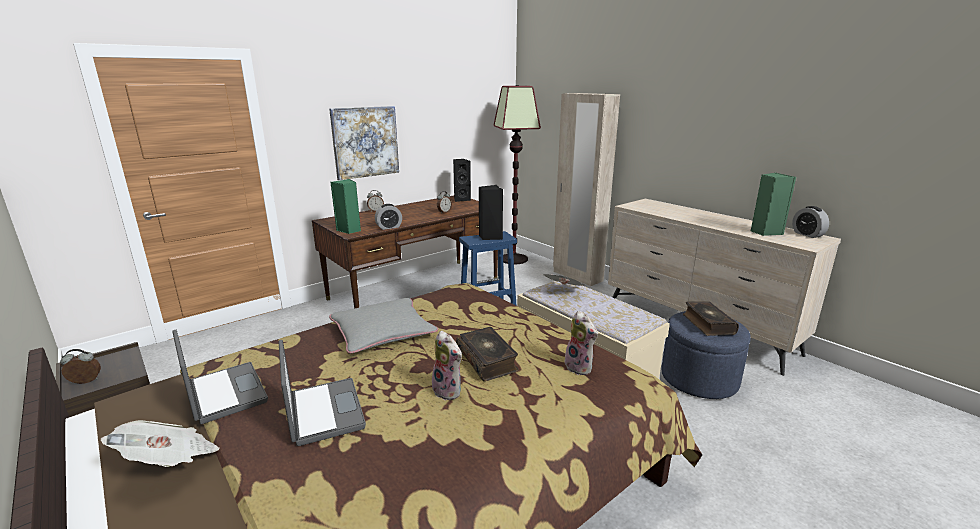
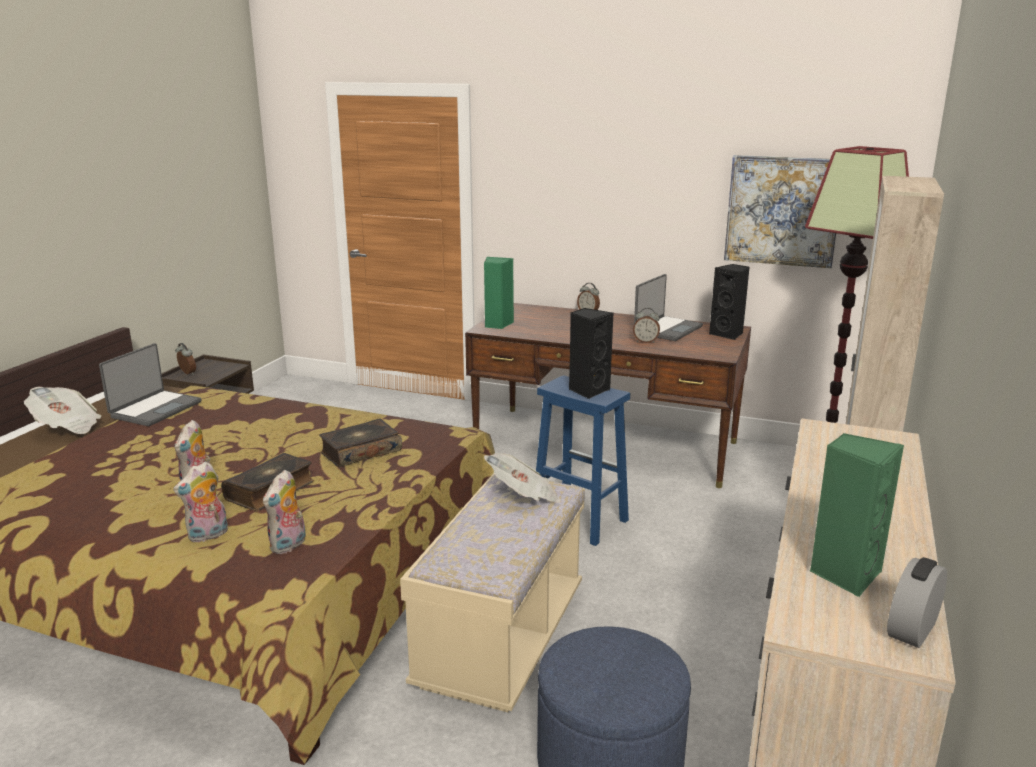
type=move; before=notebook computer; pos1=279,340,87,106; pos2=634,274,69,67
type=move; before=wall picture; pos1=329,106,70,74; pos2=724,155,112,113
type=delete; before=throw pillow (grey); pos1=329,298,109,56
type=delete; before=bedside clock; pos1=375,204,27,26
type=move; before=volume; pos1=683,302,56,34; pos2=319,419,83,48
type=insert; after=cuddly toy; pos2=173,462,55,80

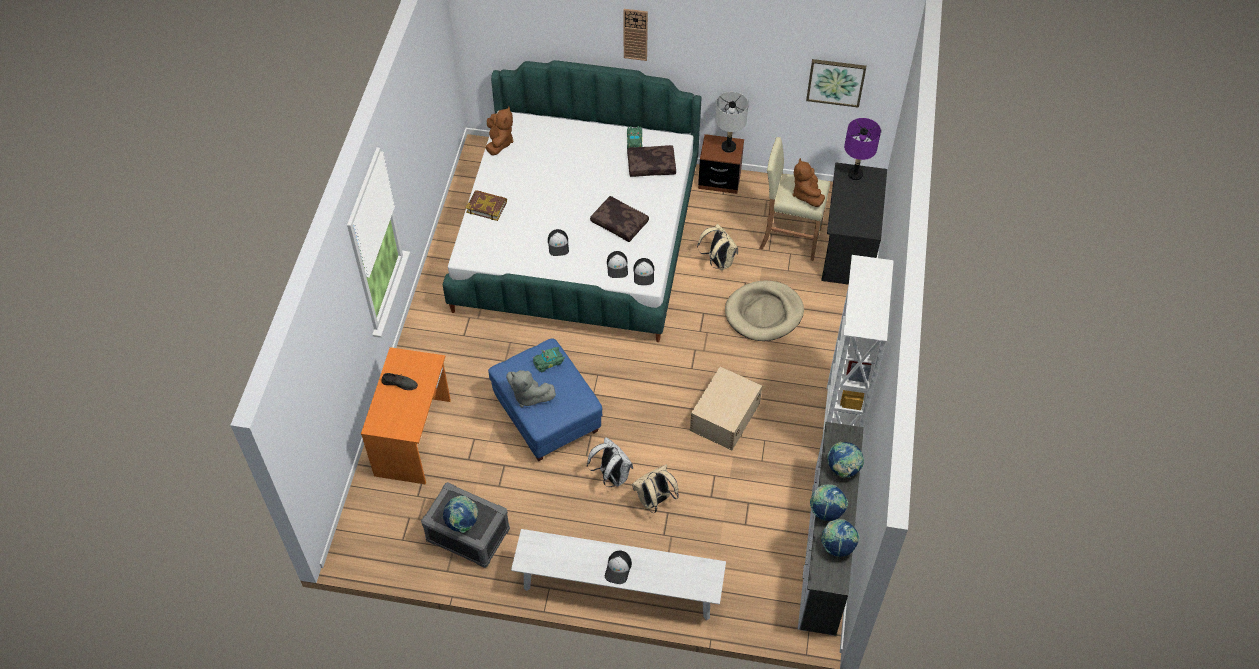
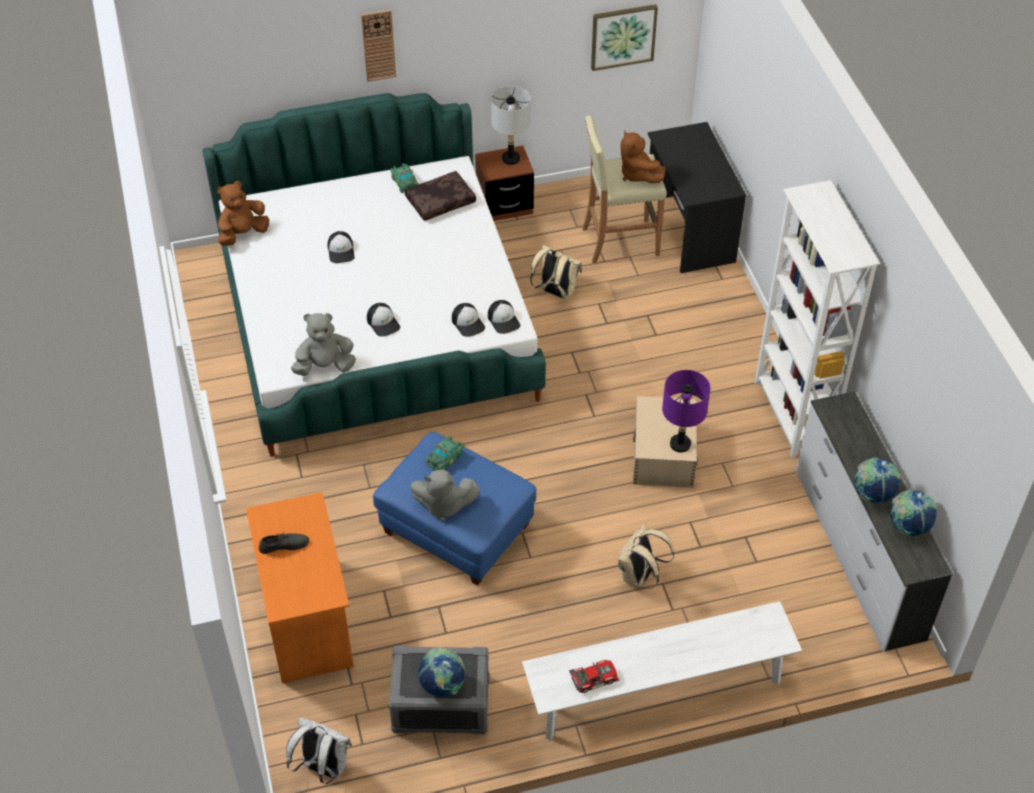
type=delete; before=volume; pos1=466,190,41,31
type=rotate; before=cuddly toy (brown); pos1=486,107,28,49; pos2=217,181,52,65; turn=-105
type=move; before=backpack (whitish); pos1=587,437,46,50; pos2=286,717,66,67
type=delete; before=throw pillow (brown); pos1=590,196,59,46
type=move; before=baseball cap; pos1=605,551,27,33; pos2=327,231,28,32
type=delete; before=dog cushion (sand-coloured); pos1=725,280,79,61
type=delete; before=globe; pos1=827,442,37,36
type=move; before=table lamp (purplish); pos1=844,118,37,62; pos2=662,370,49,83
type=insert; after=cuddly toy (grey); pos2=291,313,65,63
type=insert; after=toy car; pos2=569,660,51,33

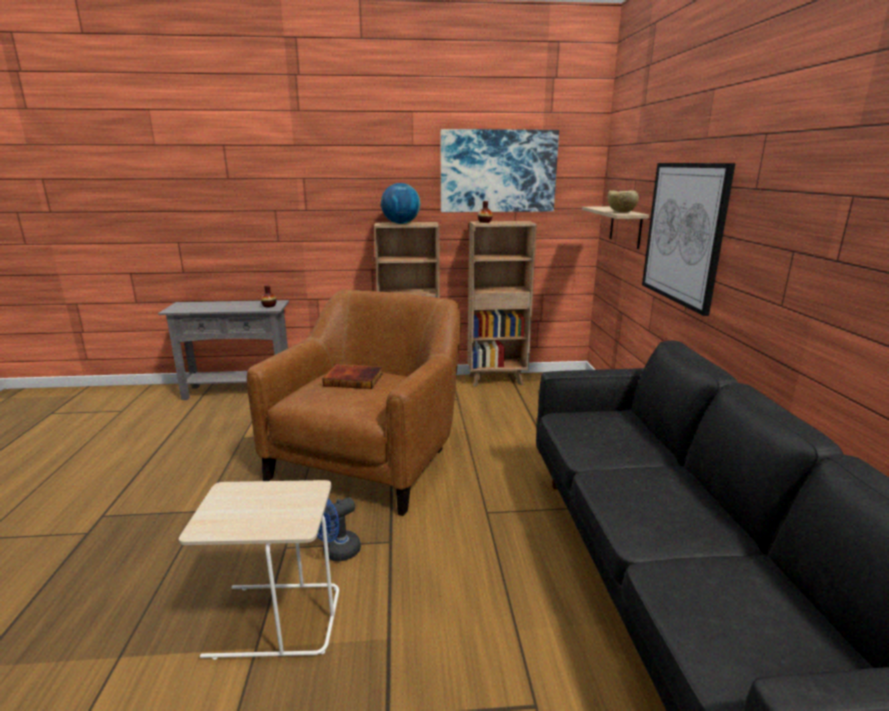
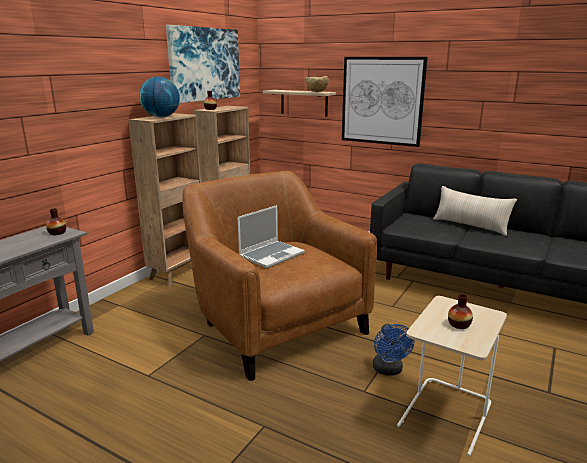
type=replace; before=volume; after=notebook computer; pos1=322,364,61,25; pos2=238,205,67,63
type=insert; after=throw pillow (sand-coloured); pos2=433,186,84,50
type=insert; after=decorative vase; pos2=448,294,25,35

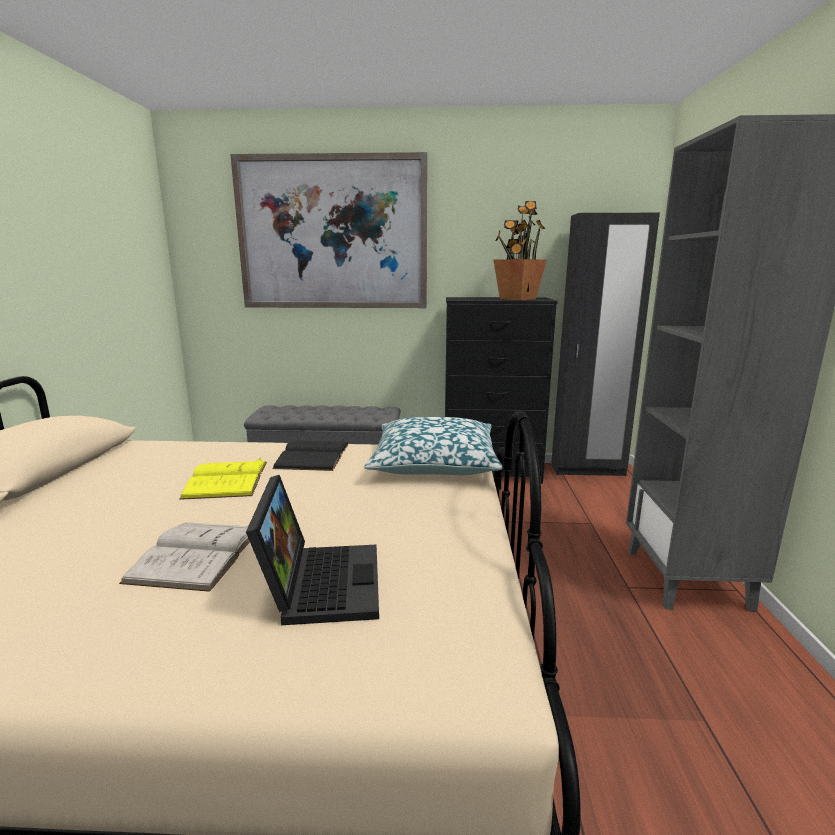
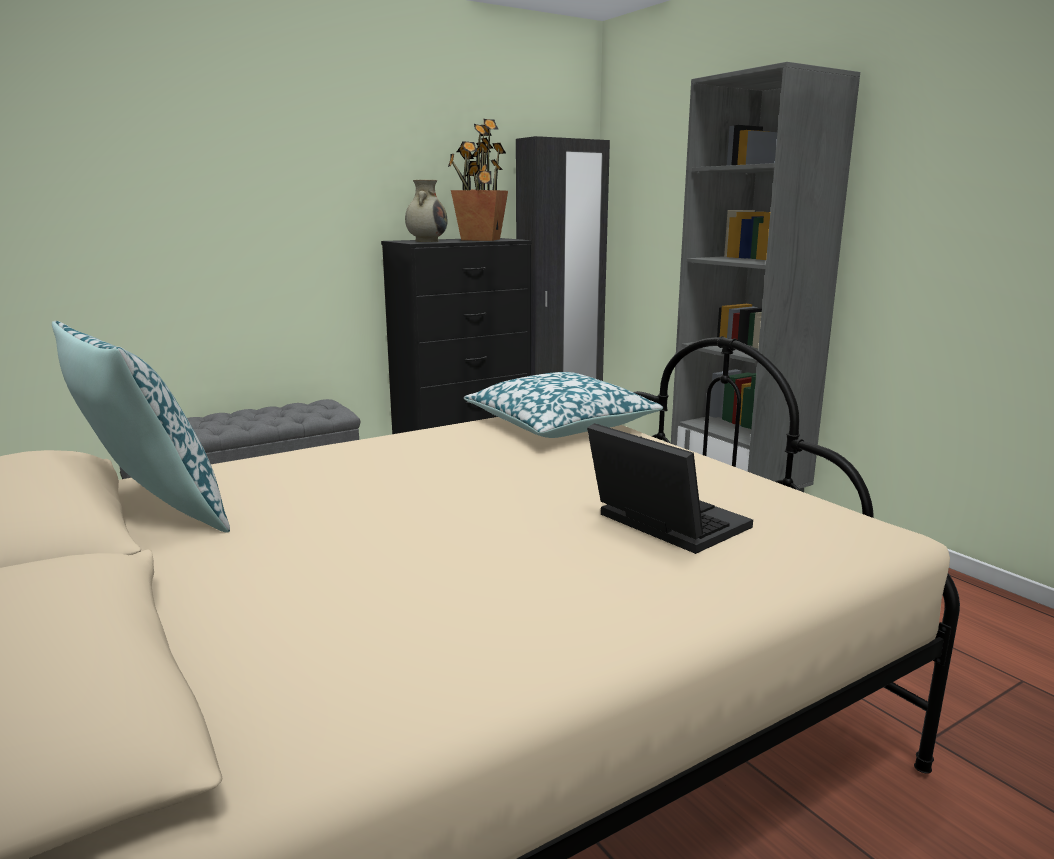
type=delete; before=volume (whitish); pos1=119,522,131,70
type=delete; before=volume (yellow); pos1=179,458,88,42
type=delete; before=wall picture; pos1=230,152,198,156
type=delete; before=volume (black-coloured); pos1=272,438,77,33
type=insert; after=throw pillow; pos2=52,321,178,212
type=insert; after=decorative vase (sand-coloured); pos2=405,180,43,62

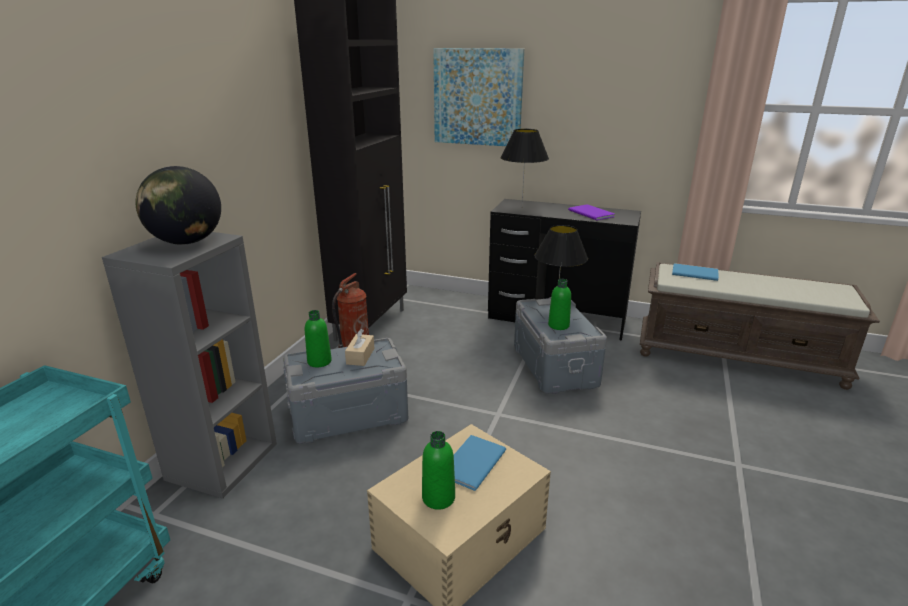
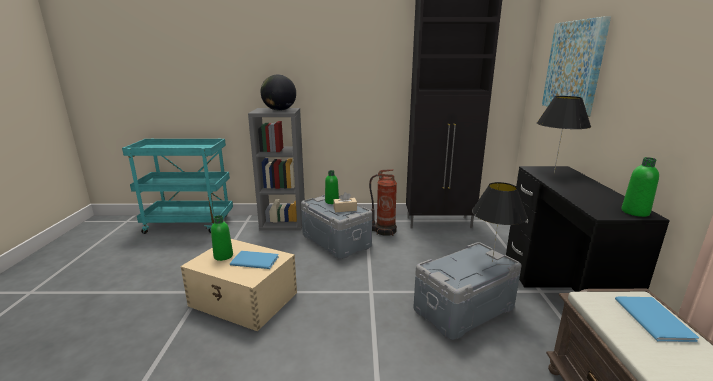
type=move; before=drink bottle (greenish); pos1=548,279,23,51; pos2=622,157,37,60
type=delete; before=volume (purplish); pos1=568,204,47,16

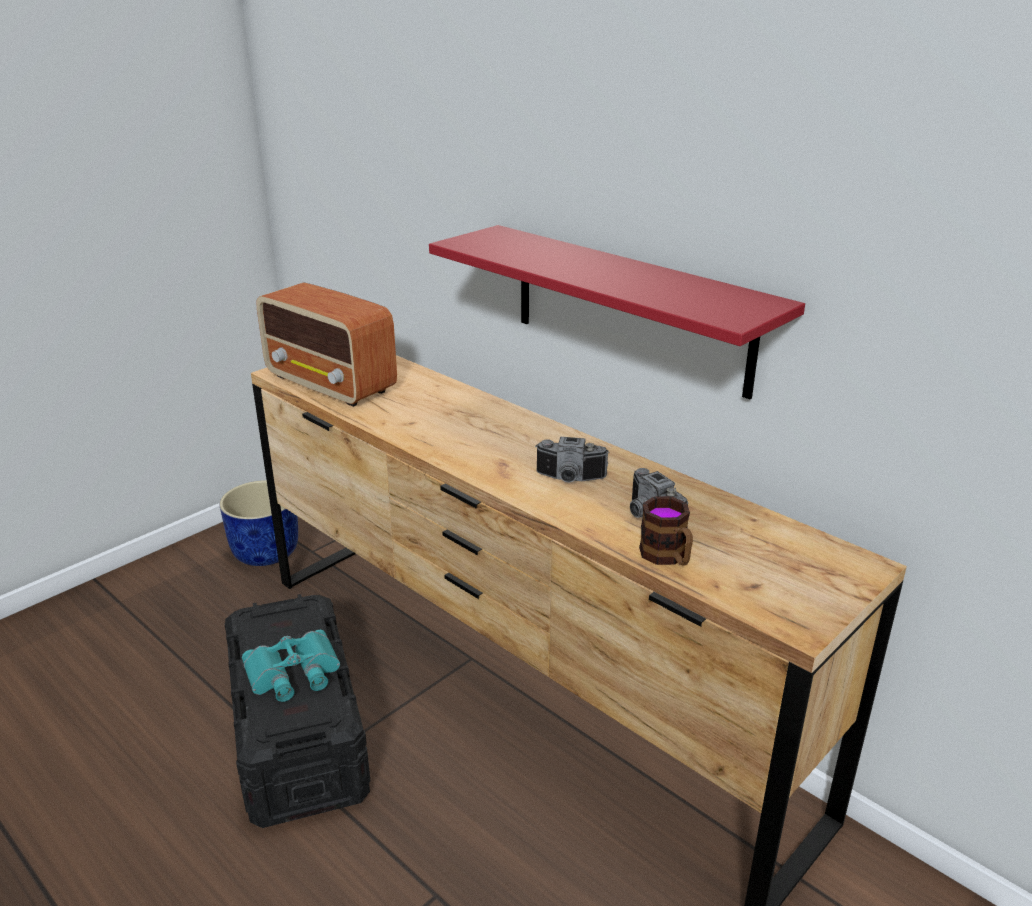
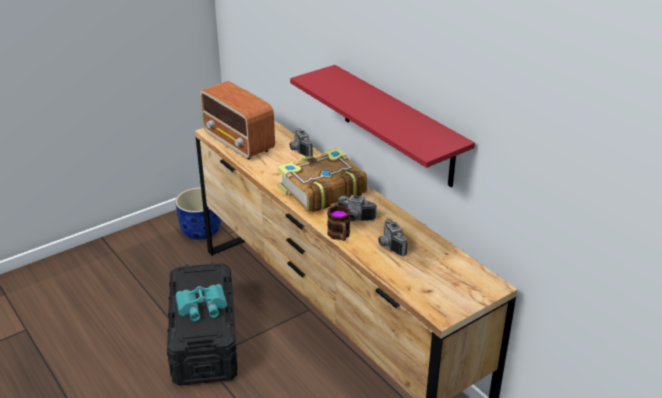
type=move; before=mug; pos1=639,496,54,69; pos2=327,205,23,36
type=insert; after=volume; pos2=278,148,89,64
type=insert; after=photo camera; pos2=290,128,23,29

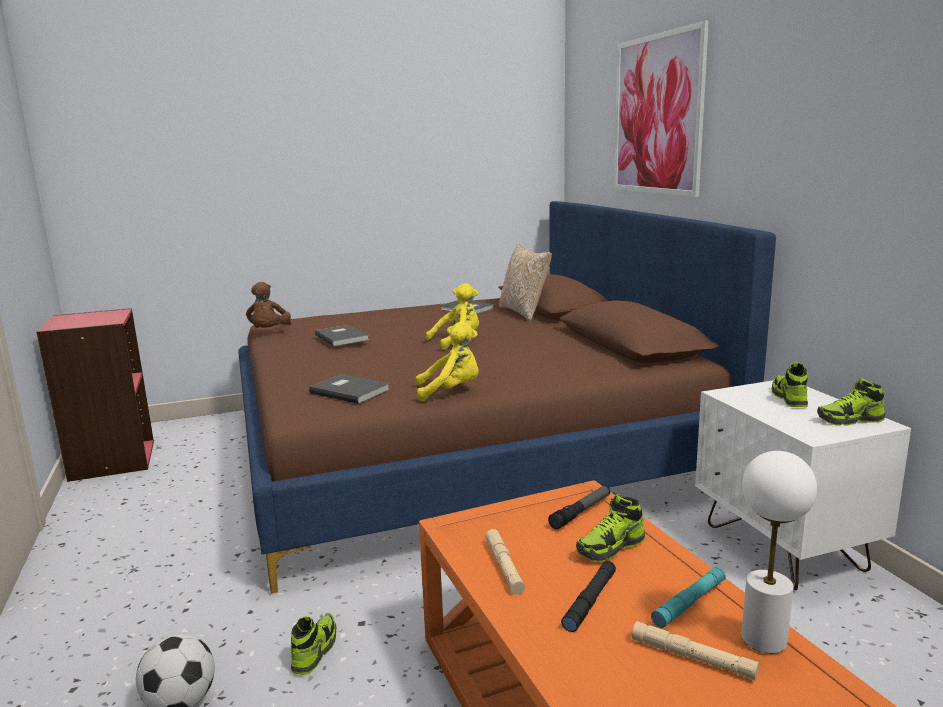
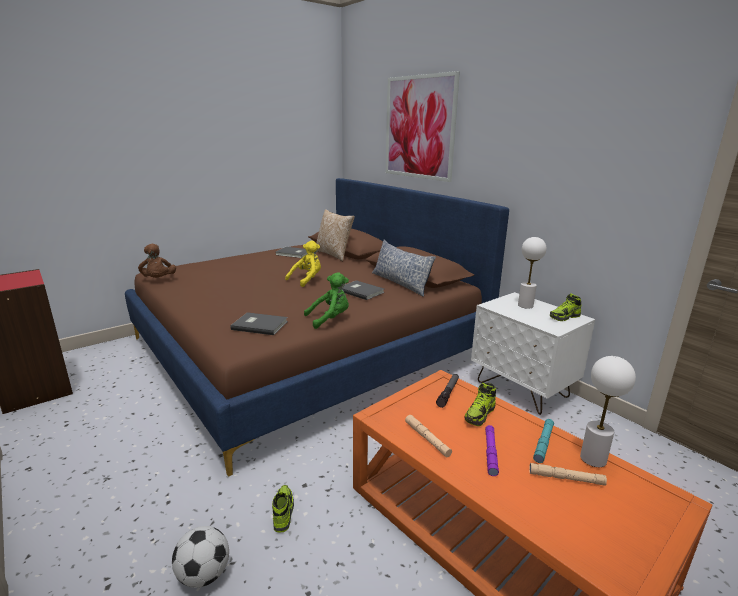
type=move; before=volume (grey); pos1=315,325,54,22; pos2=342,280,43,20
type=recolor; before=cuddly toy (yellow); after=cuddly toy (greenish); pos1=415,321,64,80; pos2=304,272,45,57
type=recolor; before=torch (black-coloured); after=torch (purplish); pos1=561,561,55,71; pos2=485,425,14,51
type=replace; before=shoe; after=table lamp (whitish); pos1=772,362,36,45; pos2=518,237,28,72
type=insert; after=throw pillow; pos2=372,240,64,57

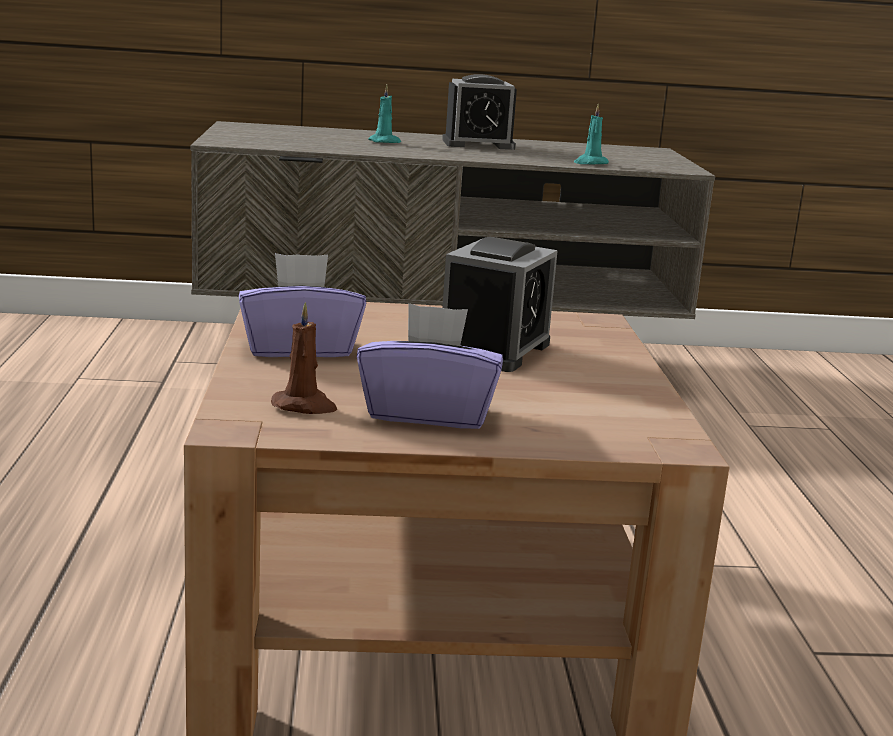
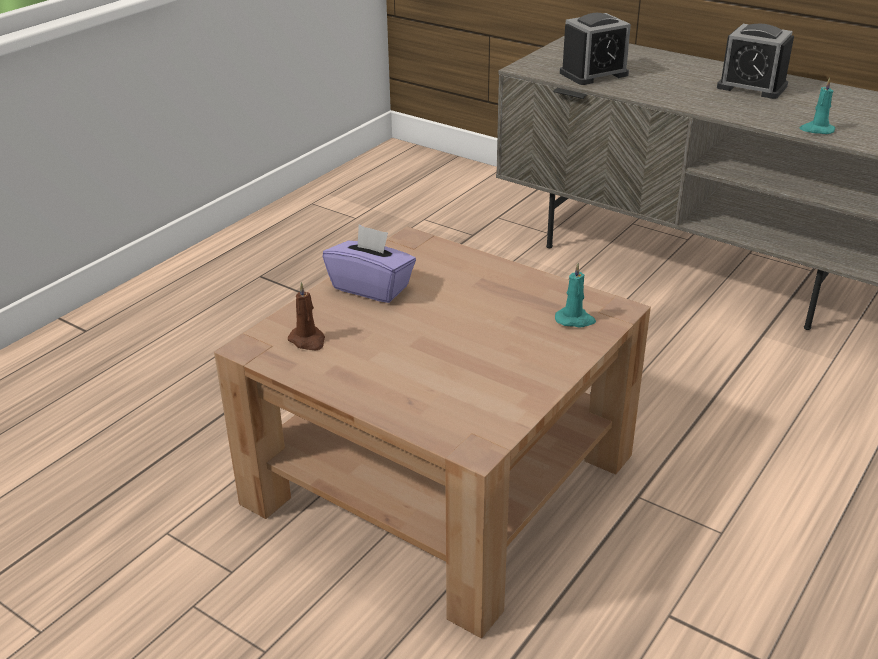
type=delete; before=tissue box (purplish); pos1=357,303,146,126
type=move; before=wax candle (turquoise-coloured); pos1=368,85,33,58; pos2=555,263,41,64
type=move; before=bedside clock; pos1=442,237,116,135; pos2=560,13,71,72

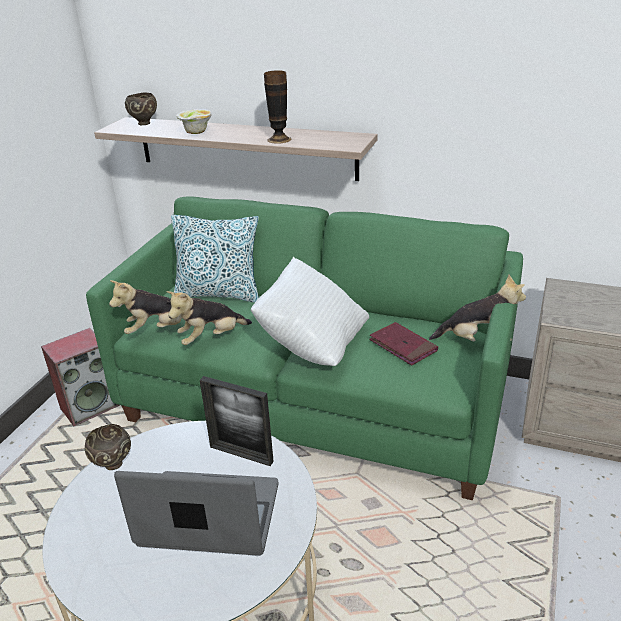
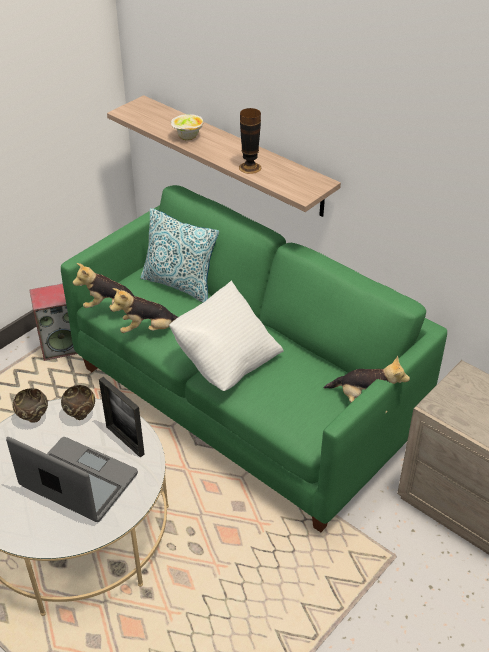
type=move; before=bowl (brown); pos1=125,92,32,33; pos2=61,385,34,35
type=delete; before=volume (red); pos1=369,322,69,44

